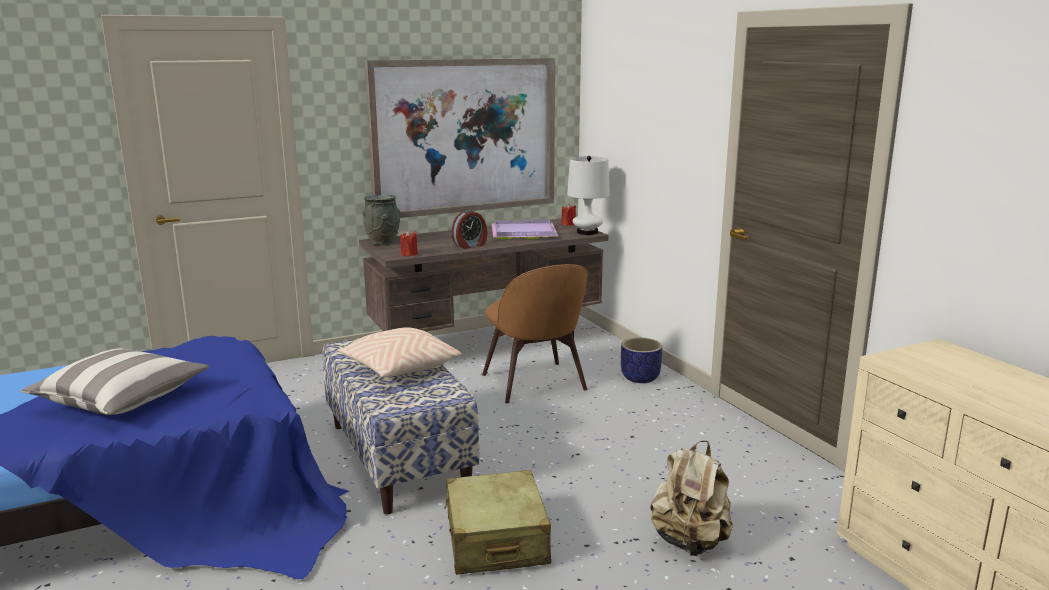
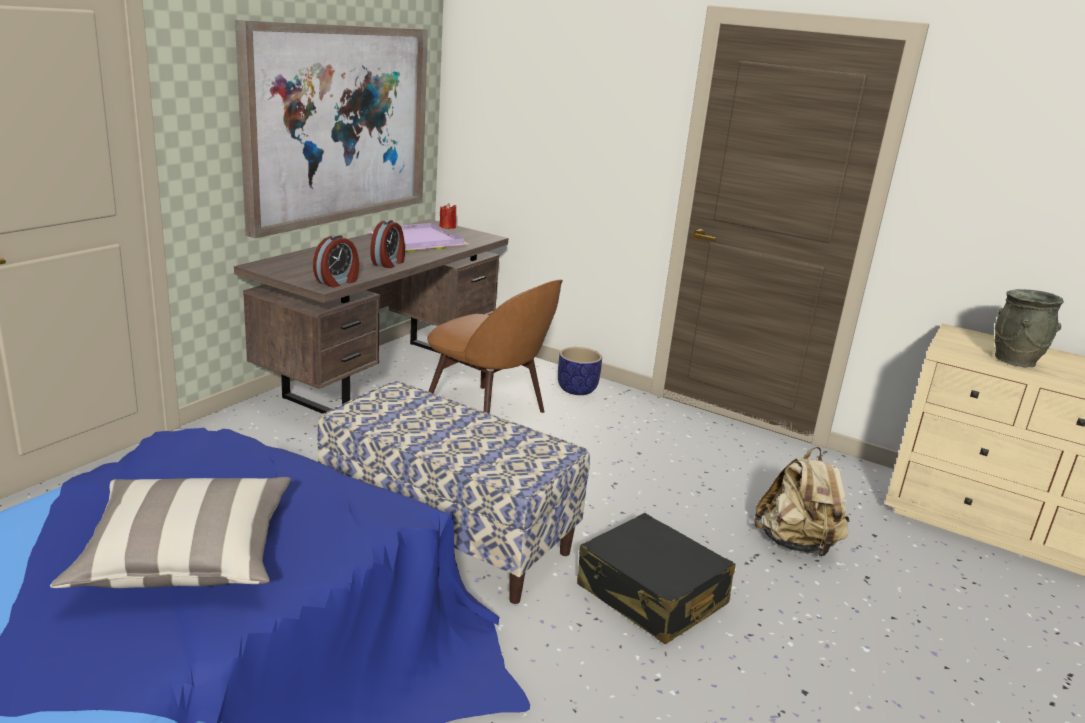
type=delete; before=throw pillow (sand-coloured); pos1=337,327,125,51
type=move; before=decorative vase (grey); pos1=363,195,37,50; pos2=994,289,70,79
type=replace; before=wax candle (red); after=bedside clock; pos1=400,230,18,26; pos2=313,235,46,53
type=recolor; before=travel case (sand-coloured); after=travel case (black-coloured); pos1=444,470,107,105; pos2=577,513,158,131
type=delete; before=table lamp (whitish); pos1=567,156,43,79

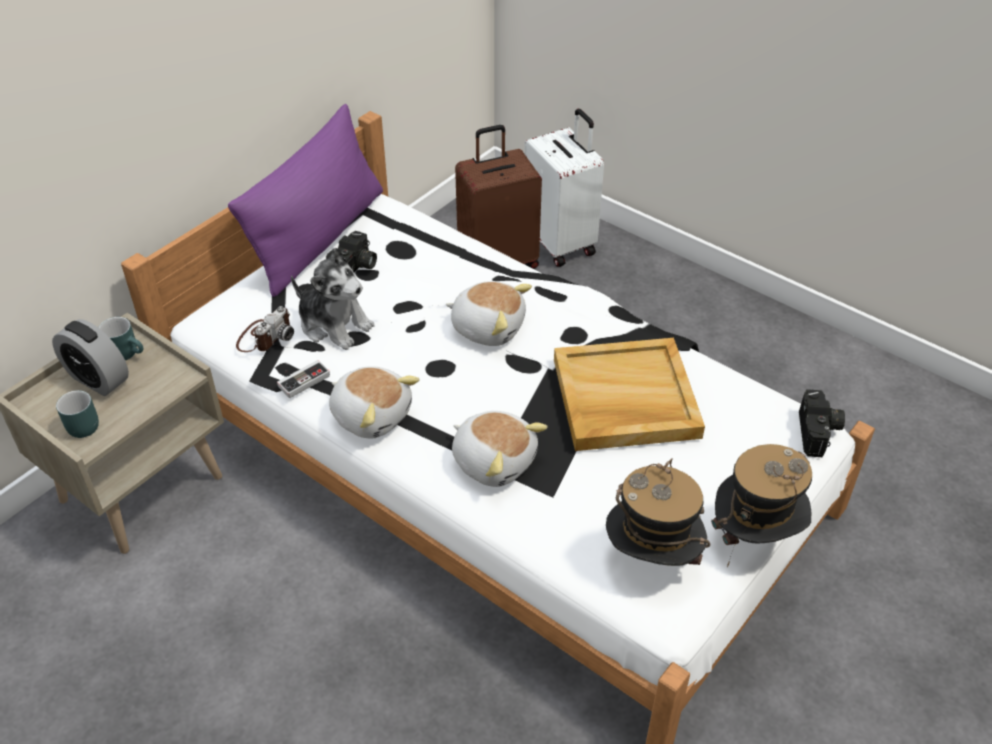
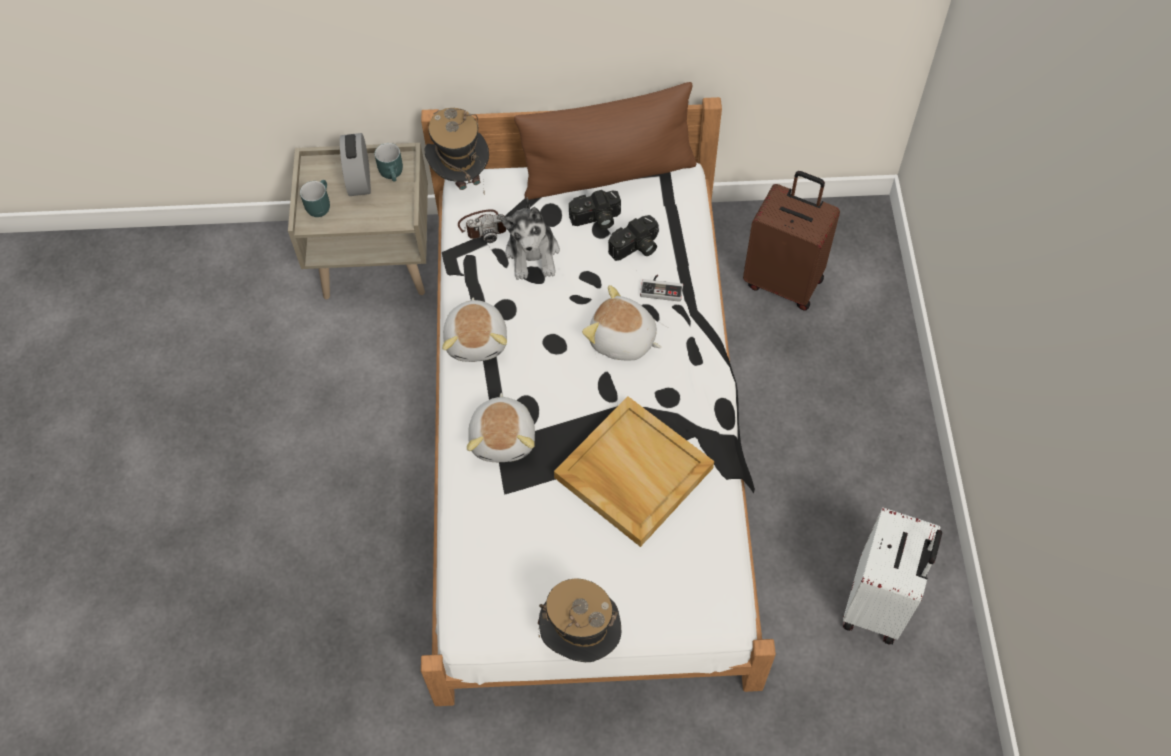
type=recolor; before=throw pillow (purplish); after=throw pillow (brown); pos1=228,104,155,193; pos2=514,82,183,118
type=move; before=gamepad; pos1=277,360,53,38; pos2=640,275,43,27
type=rotate; before=cuddly toy; pos1=446,281,86,65; pos2=582,285,80,76; turn=135
type=move; before=travel case (whitish); pos1=524,109,80,158; pos2=843,507,99,138
type=move; before=wearable hat; pos1=606,458,105,108; pos2=425,108,64,86
type=move; before=photo camera; pos1=799,389,46,68; pos2=608,215,50,46

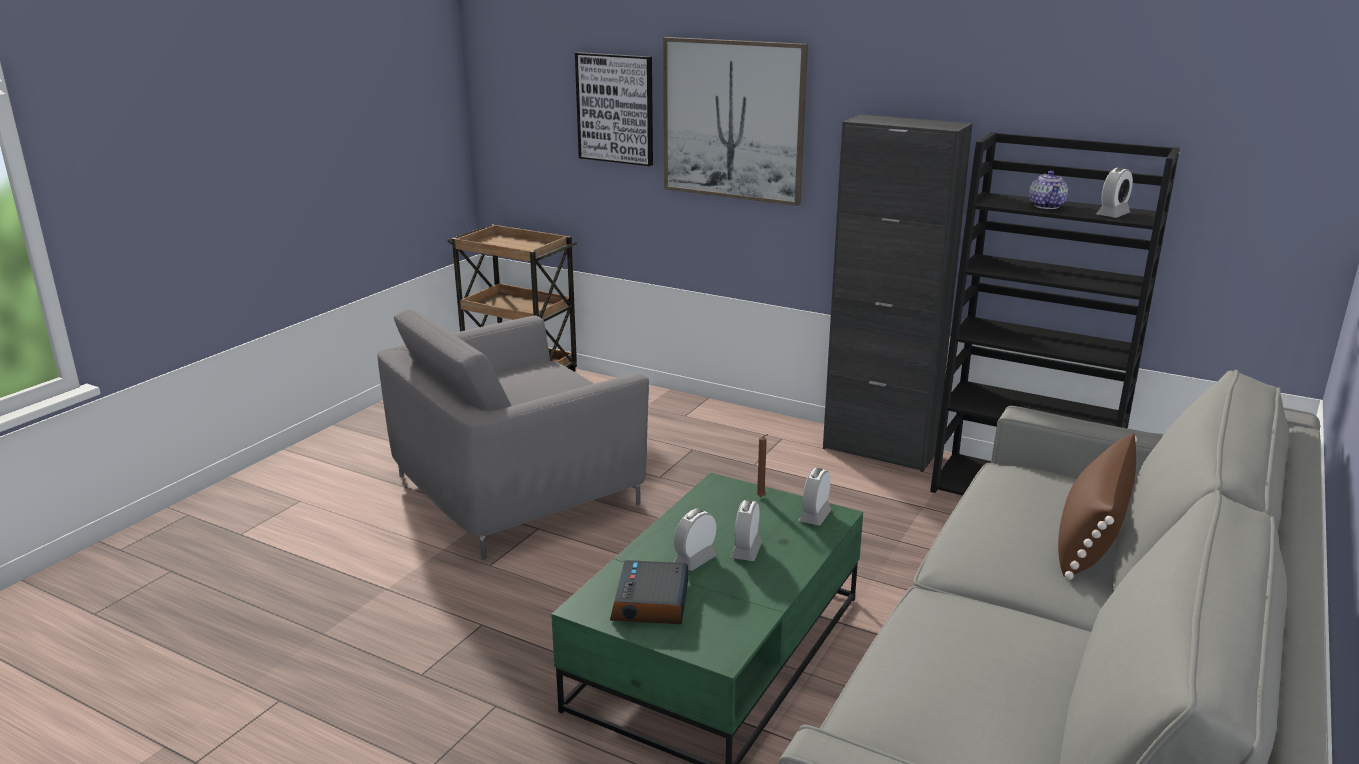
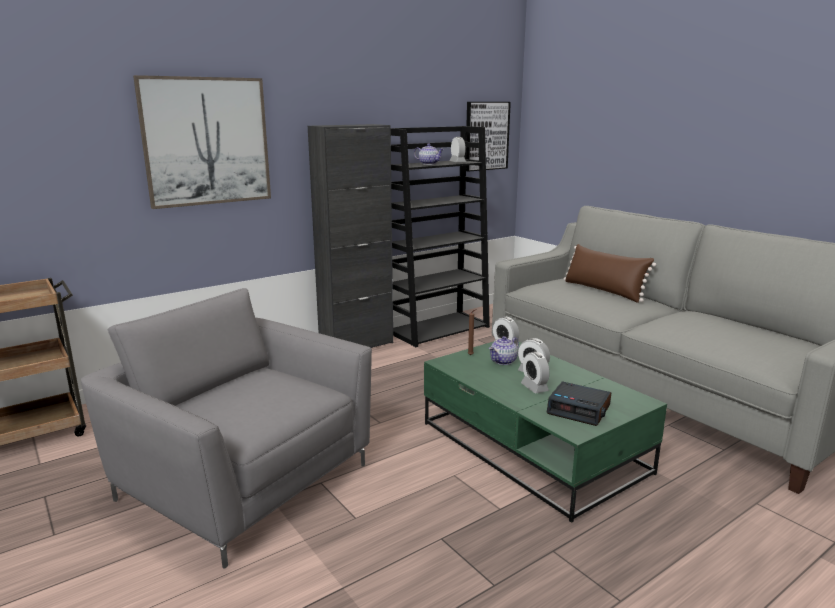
type=rotate; before=easy chair (grey); pos1=377,309,272,250; pos2=81,288,291,281; turn=135
type=move; before=wall picture; pos1=575,52,78,114; pos2=466,102,45,70
type=insert; after=pot for tea; pos2=489,336,30,29

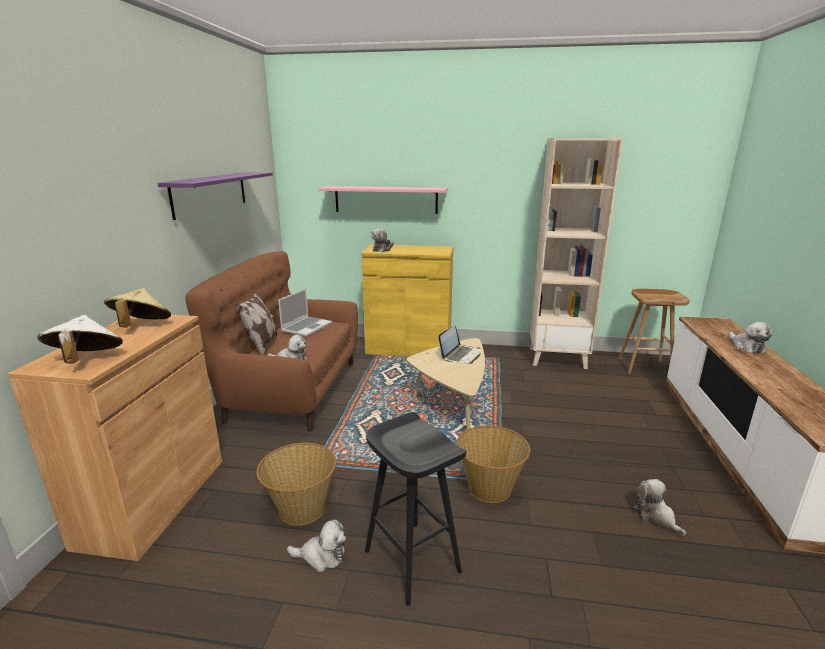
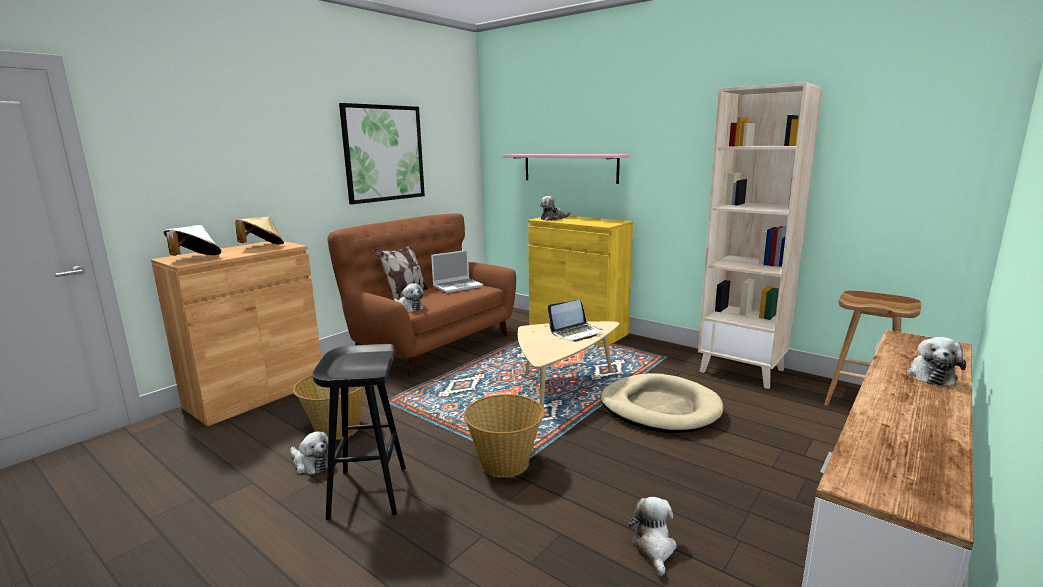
type=replace; before=bracket shelf (purplish); after=wall picture; pos1=157,172,116,48; pos2=339,103,86,101
type=insert; after=dog cushion (sand-coloured); pos2=600,373,123,60

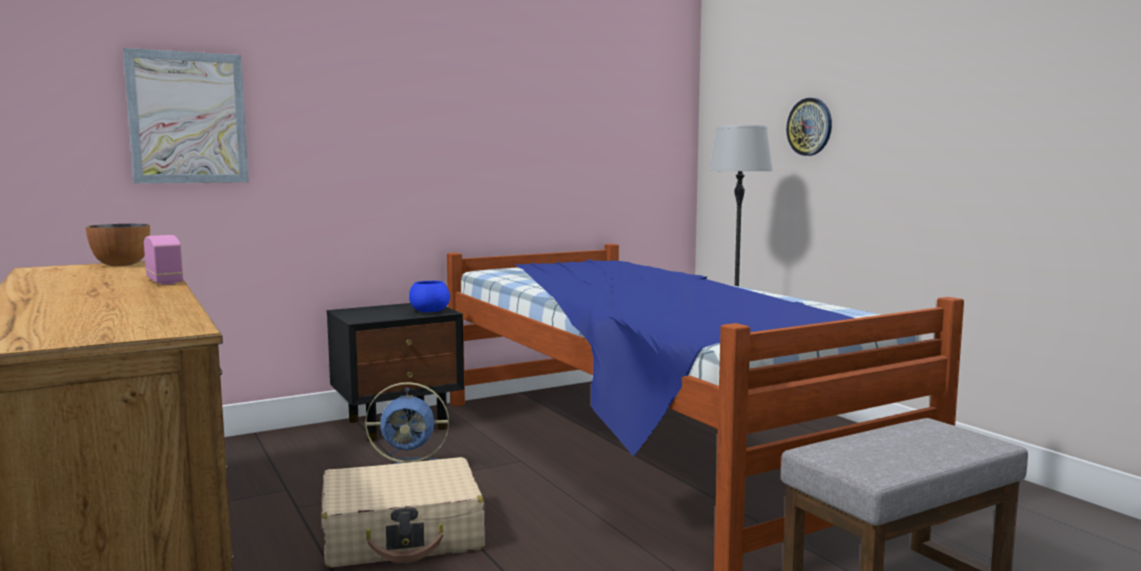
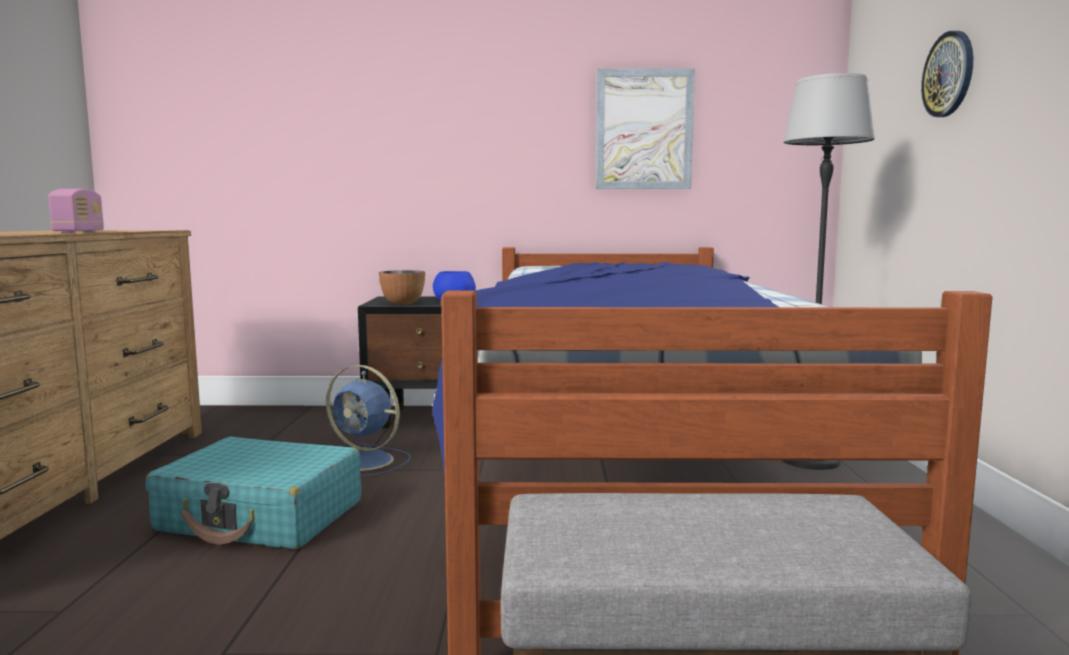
type=move; before=bowl; pos1=86,224,64,42; pos2=379,270,46,35
type=move; before=wall picture; pos1=123,48,126,135; pos2=595,68,100,121
type=recolor; before=travel case (sand-coloured); after=travel case (turquoise-coloured); pos1=321,457,164,111; pos2=146,436,215,114

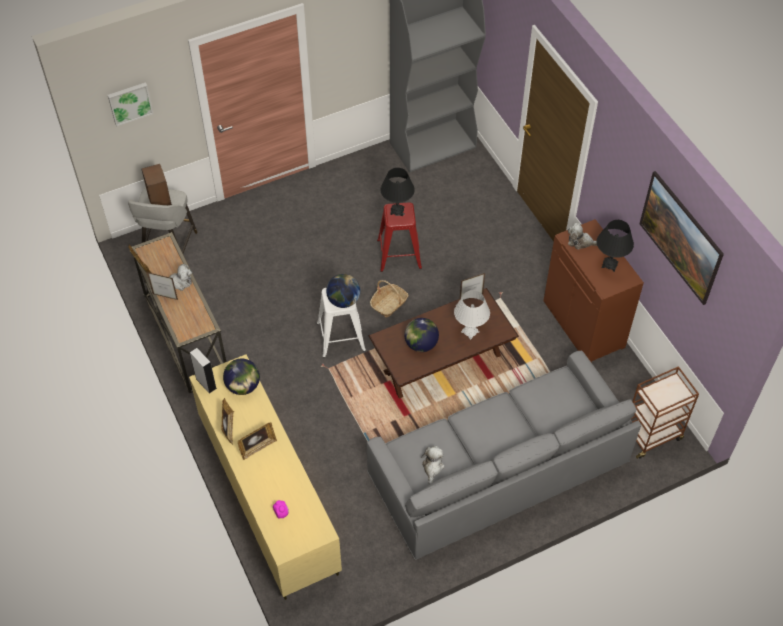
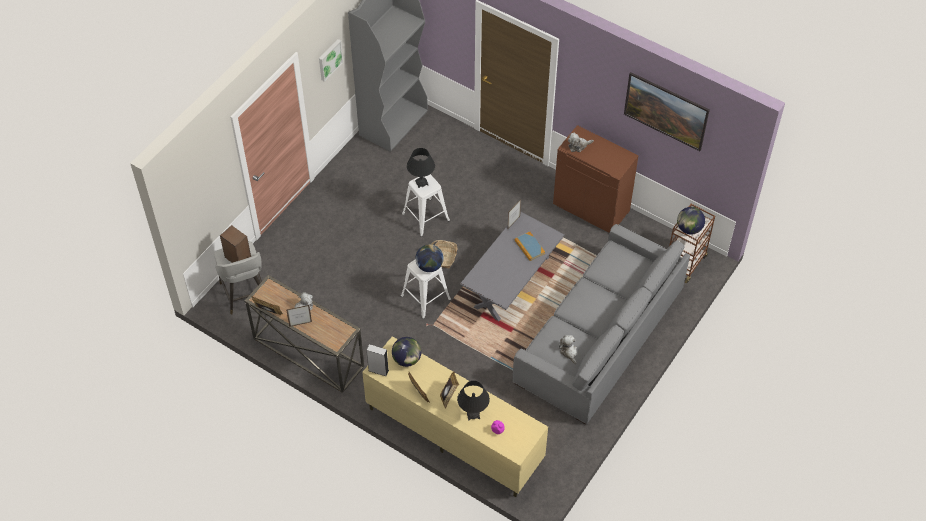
type=move; before=wall picture; pos1=108,82,45,44; pos2=319,39,24,43
type=recolor; before=coffee table (brown); after=coffee table (grey); pos1=369,288,150,111; pos2=460,211,105,110
type=recolor; before=sitting stool (red); after=sitting stool (whitish); pos1=377,203,45,69; pos2=402,174,48,63
type=move; before=globe; pos1=404,318,35,34; pos2=677,207,28,28
type=replace; before=table lamp (whitish); after=volume; pos1=454,290,36,50; pos2=515,232,30,29
type=move; before=table lamp (black-coloured); pos1=597,220,37,52; pos2=457,381,33,40

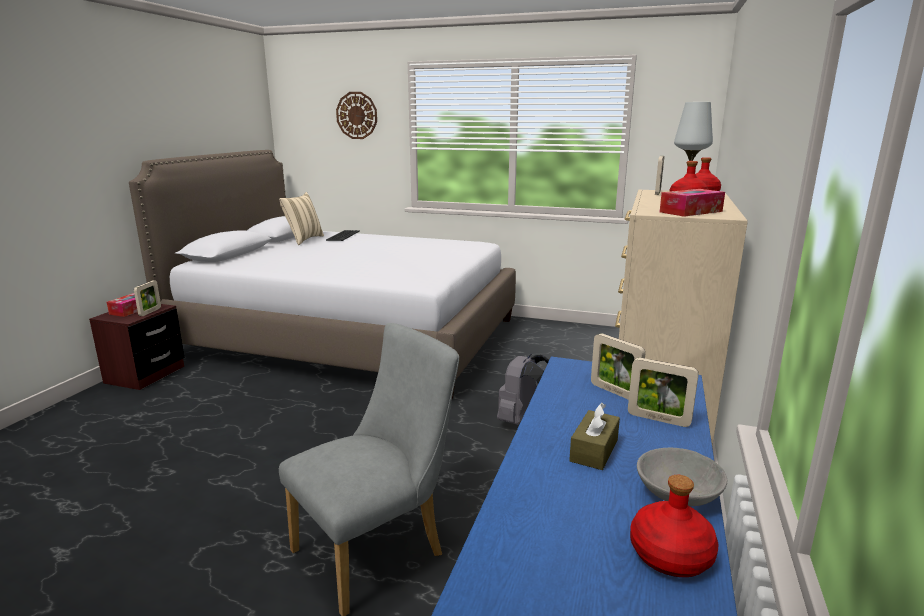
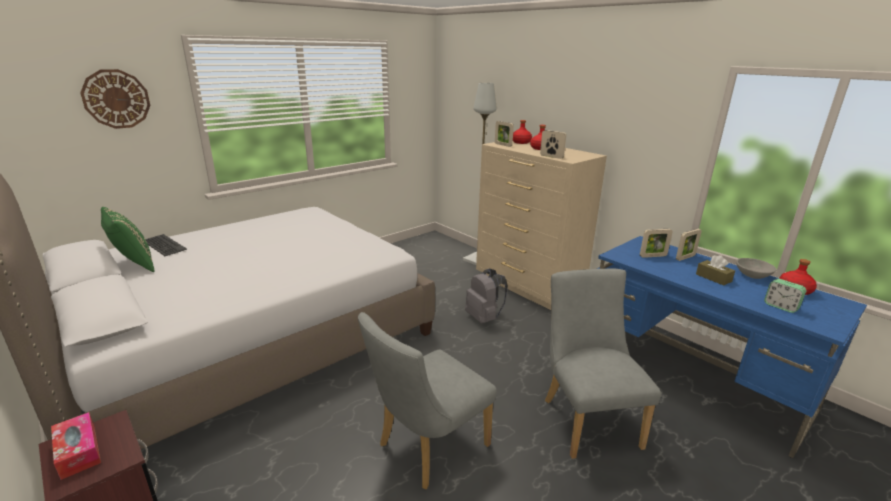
type=move; before=standing frame; pos1=134,281,27,35; pos2=540,130,26,29
type=recolor; before=throw pillow (sand-coloured); after=throw pillow (greenish); pos1=279,192,45,53; pos2=101,207,53,65
type=delete; before=tissue box; pos1=660,189,65,28
type=insert; after=upright chair (grey); pos2=358,312,139,177
type=insert; after=bedside clock; pos2=764,279,42,34

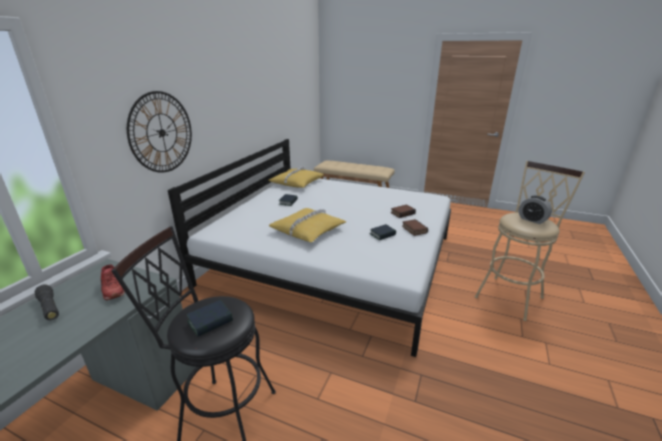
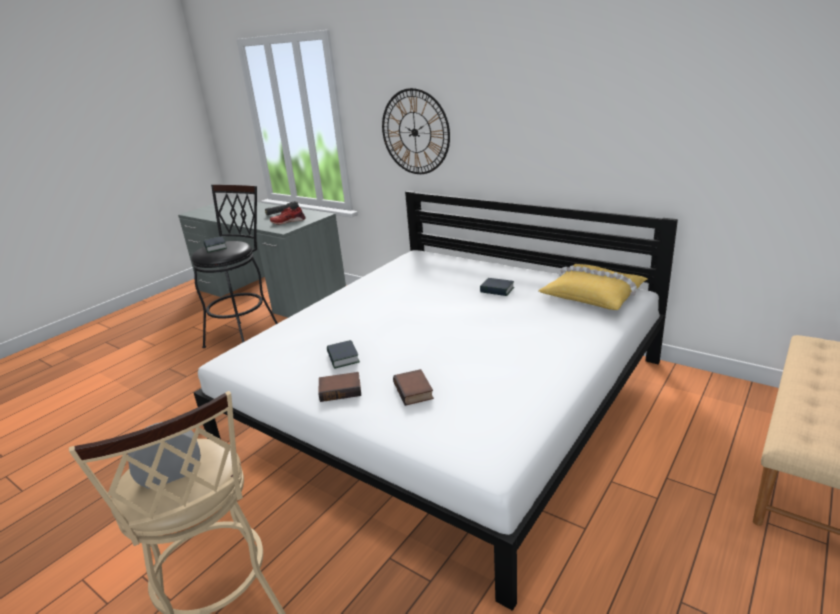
type=delete; before=throw pillow (yellow); pos1=269,208,77,35

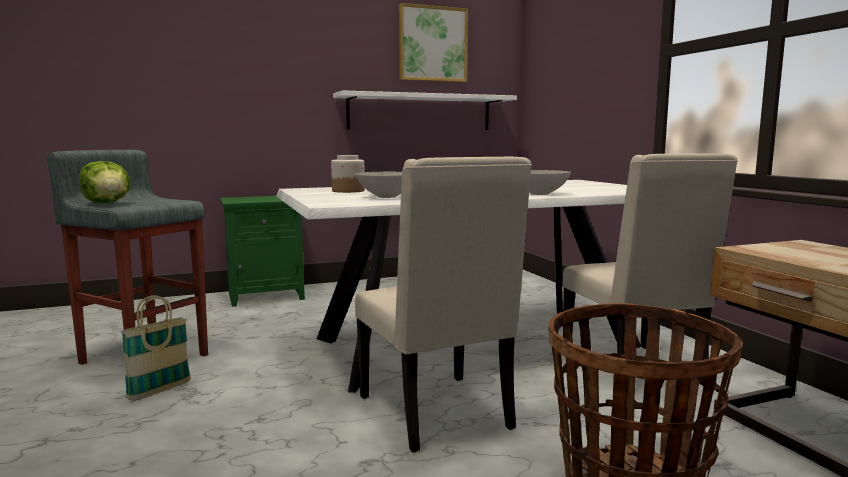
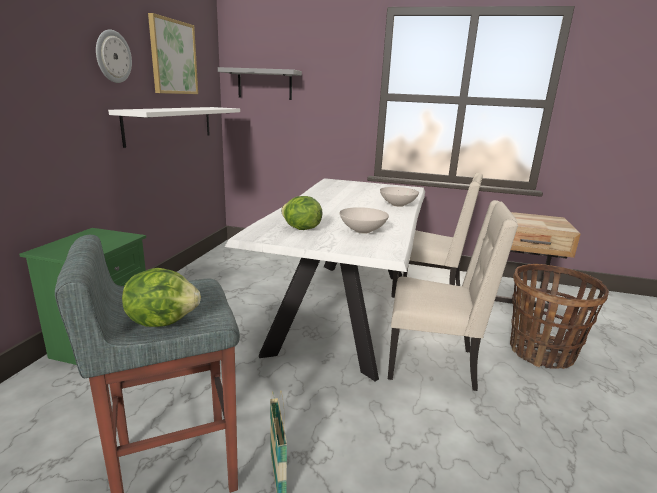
type=replace; before=storage jar; after=head of lettuce; pos1=331,155,34,38; pos2=281,196,41,34
type=insert; after=hanging clock; pos2=96,30,36,53
type=insert; after=bracket shelf (grey); pos2=218,67,84,33

